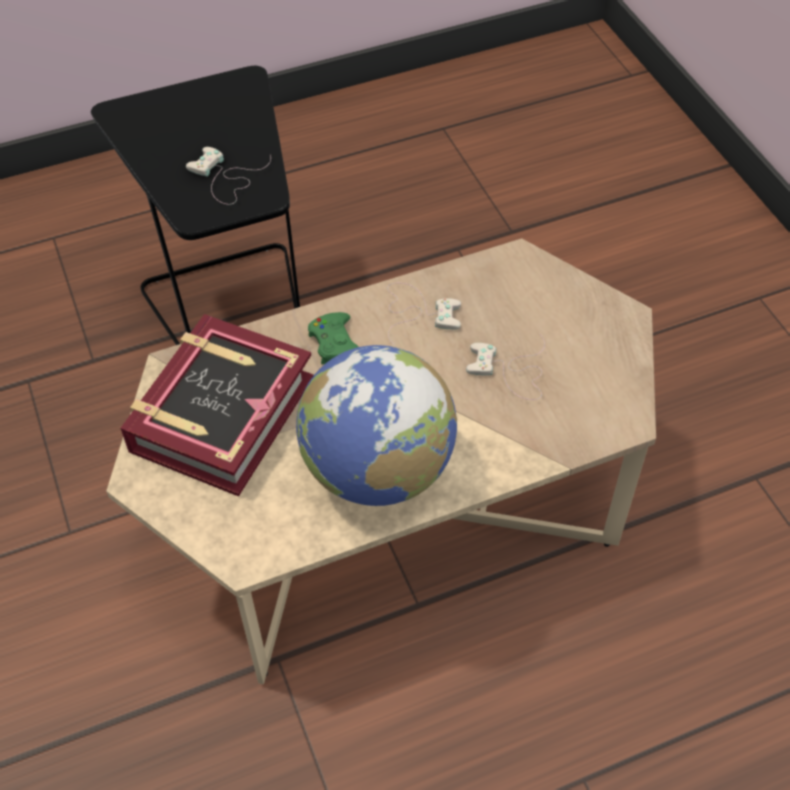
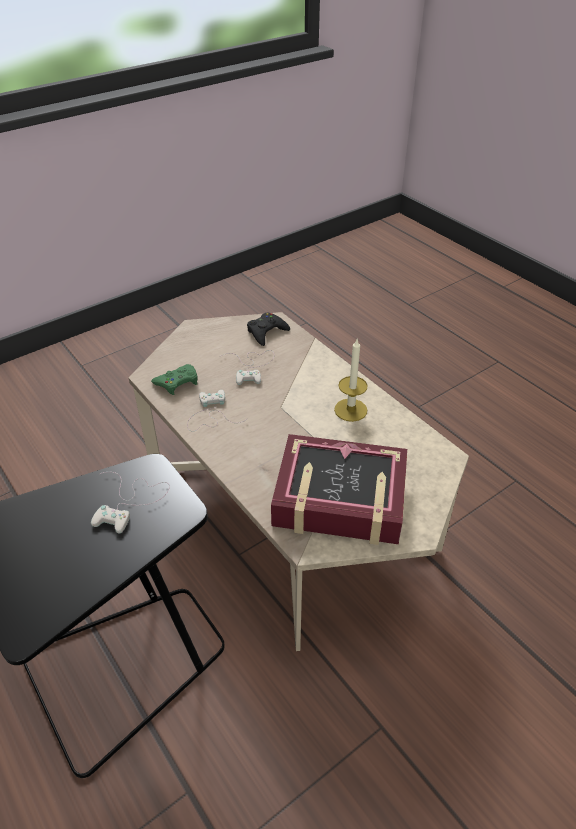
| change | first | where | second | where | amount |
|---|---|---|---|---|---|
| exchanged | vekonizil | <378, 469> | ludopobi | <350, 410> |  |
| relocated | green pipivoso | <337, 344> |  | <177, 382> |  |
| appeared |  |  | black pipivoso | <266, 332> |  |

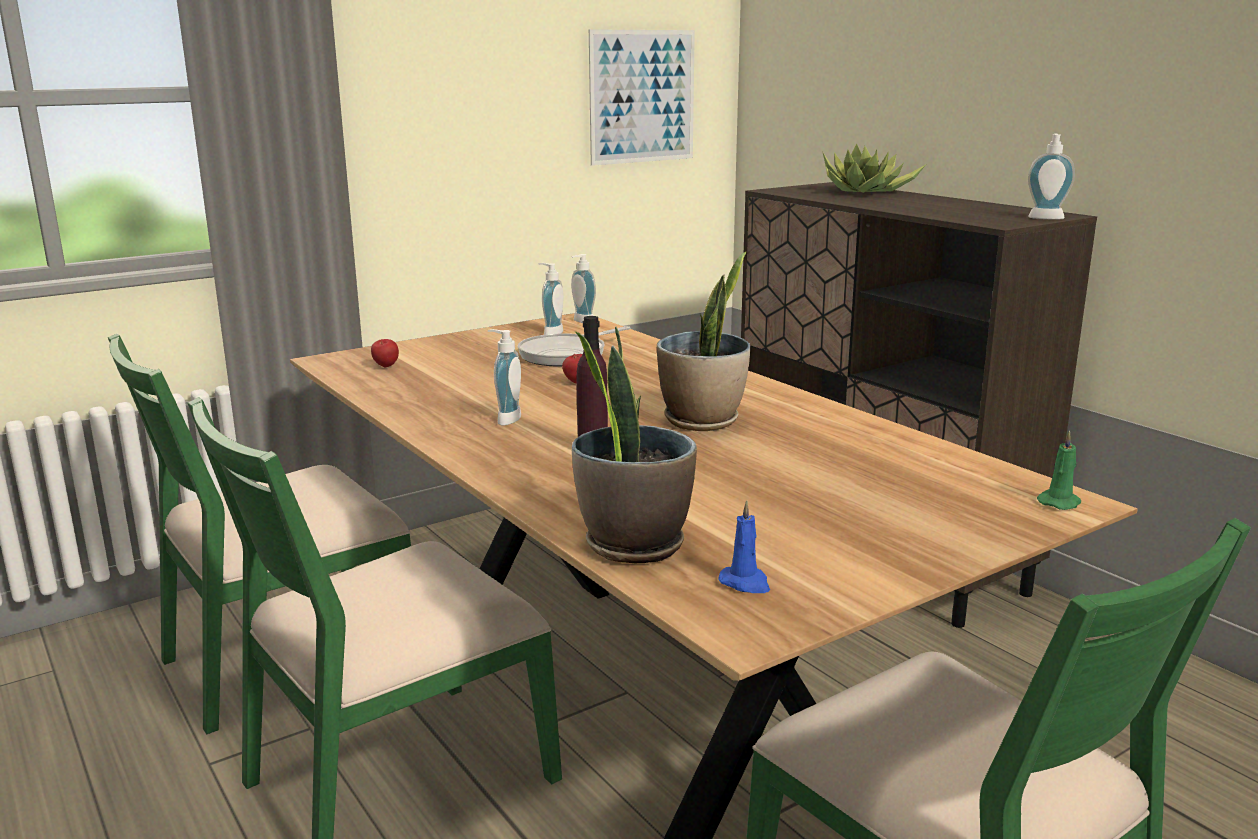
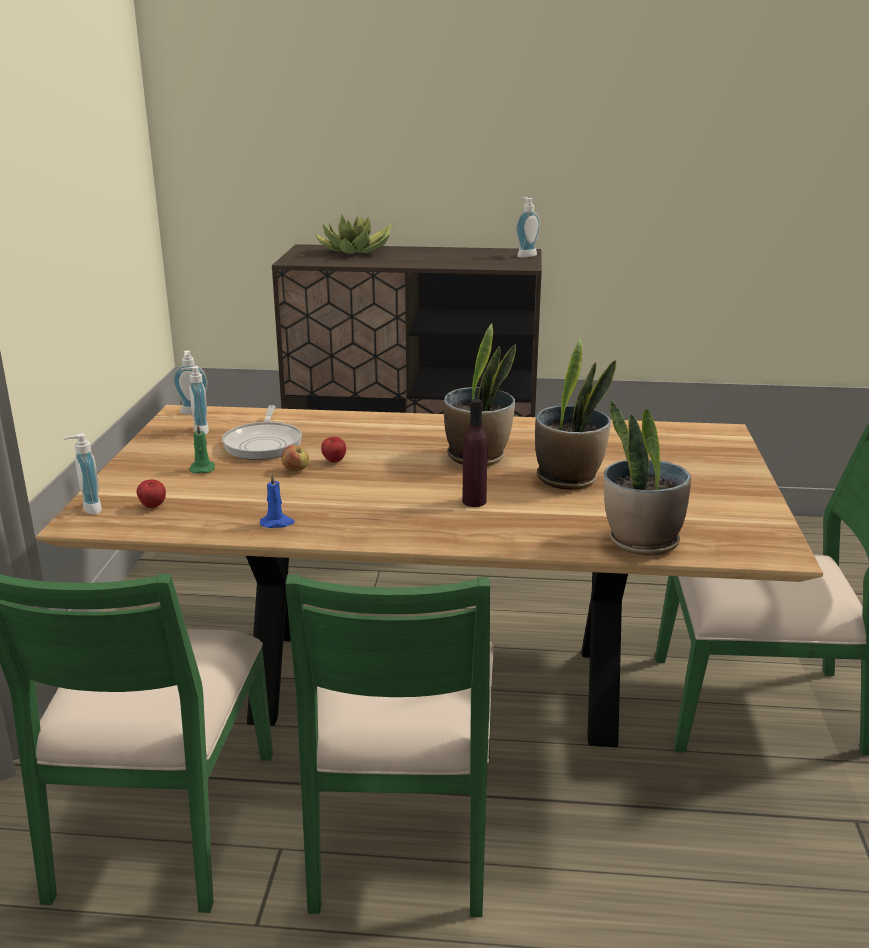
| change | first | where | second | where | amount |
|---|---|---|---|---|---|
| relocated | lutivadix | <505, 419> |  | <88, 509> |  |
| missing | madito | <642, 97> |  |  |  |
| relocated | blue ludopobi | <745, 583> |  | <277, 523> |  |
| relocated | green ludopobi | <1060, 502> |  | <202, 468> |  |
| appeared |  |  | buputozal | <296, 470> |  |
| appeared |  |  | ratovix | <568, 479> |  |

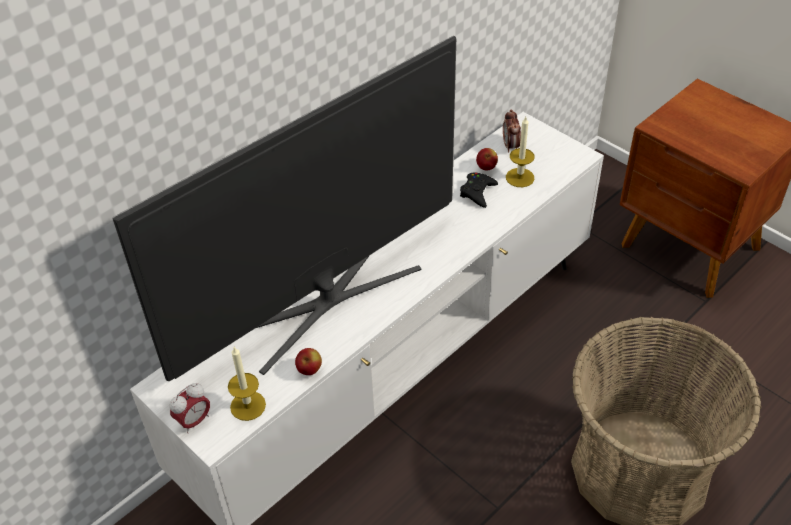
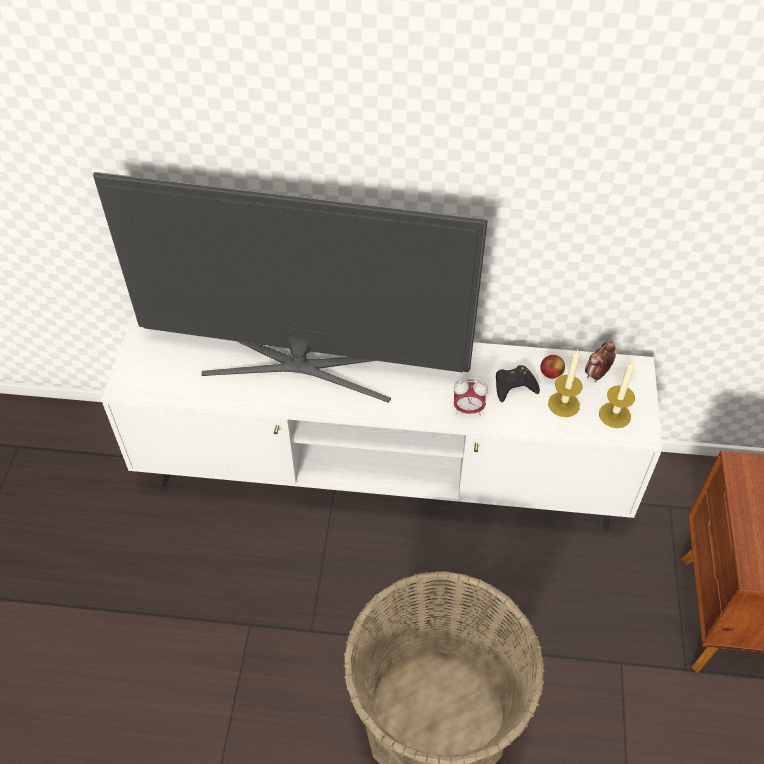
| change | first | where | second | where | amount |
|---|---|---|---|---|---|
| relocated | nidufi | <194, 421> |  | <468, 410> |  |
| relocated | ludopobi | <248, 405> |  | <614, 415> |  |
| missing | buputozal | <309, 370> |  |  |  |

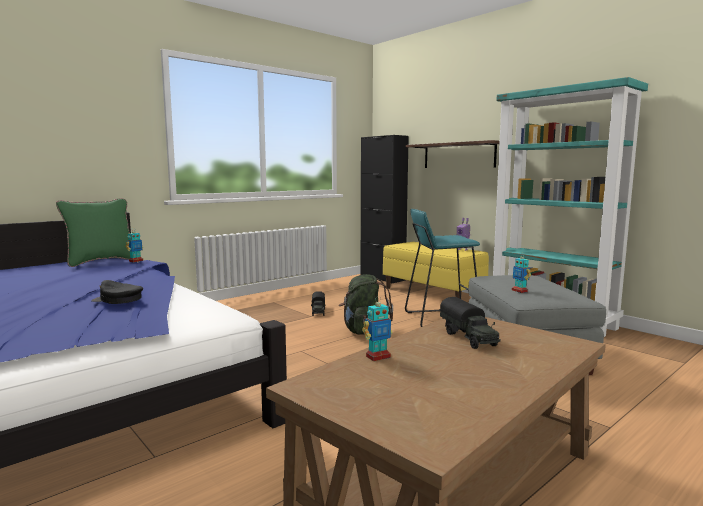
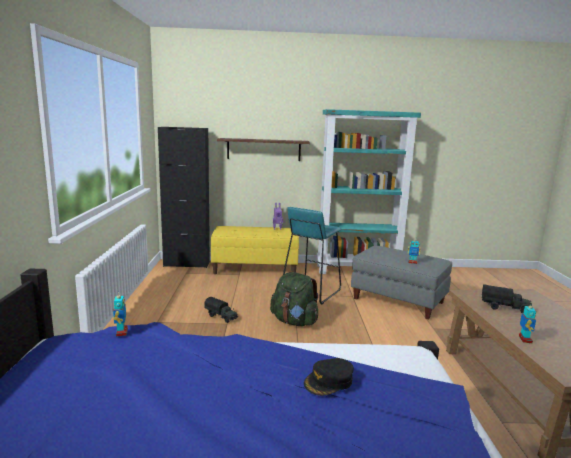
| change | first | where | second | where | amount |
|---|---|---|---|---|---|
| missing | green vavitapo | <101, 261> |  |  |  |

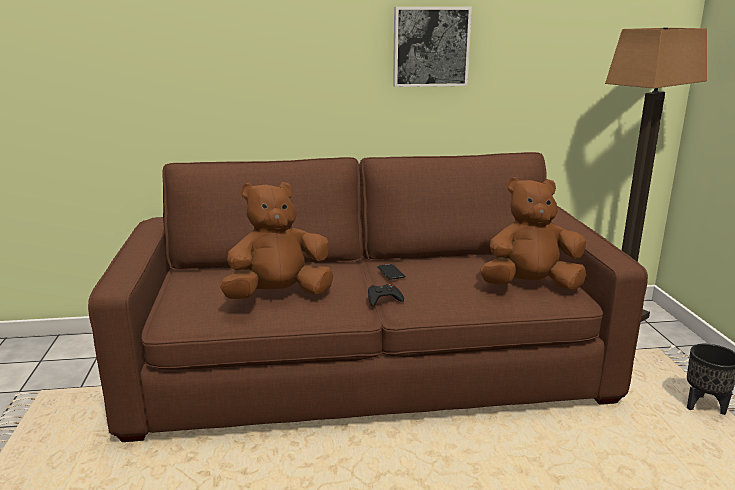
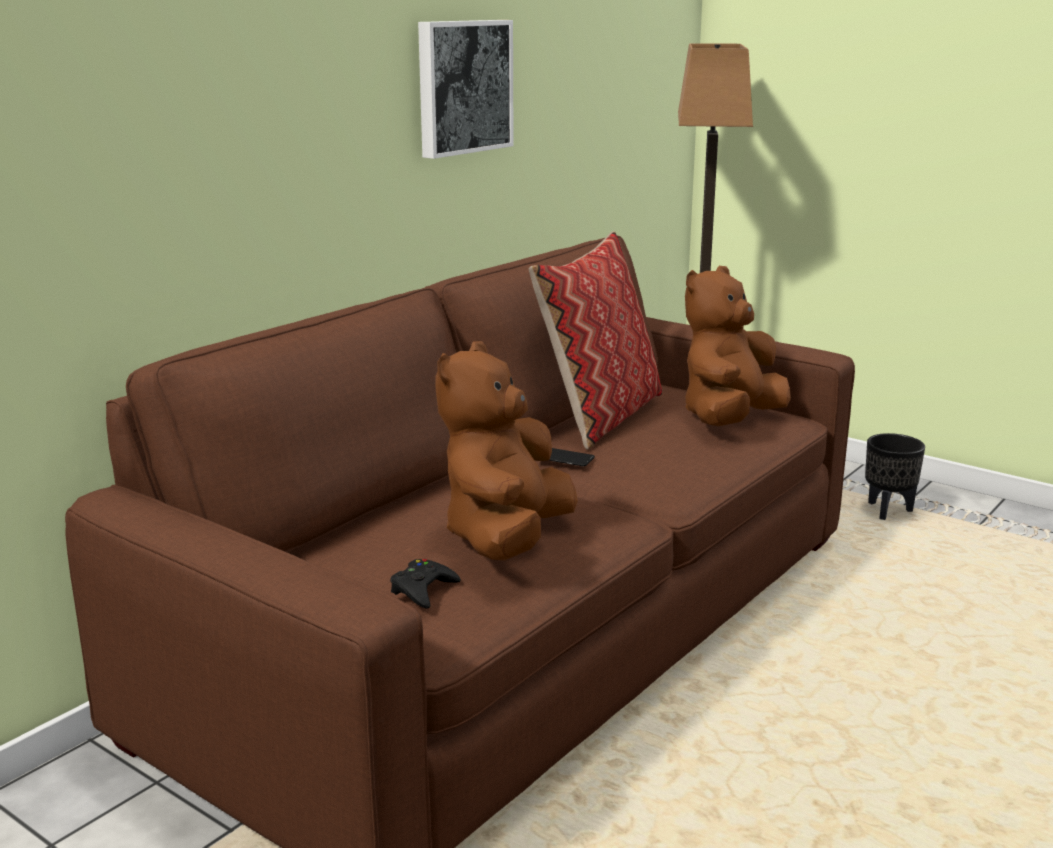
| change | first | where | second | where | amount |
|---|---|---|---|---|---|
| relocated | black pipivoso | <383, 299> |  | <423, 590> |  |
| appeared |  |  | vavitapo | <600, 416> |  |

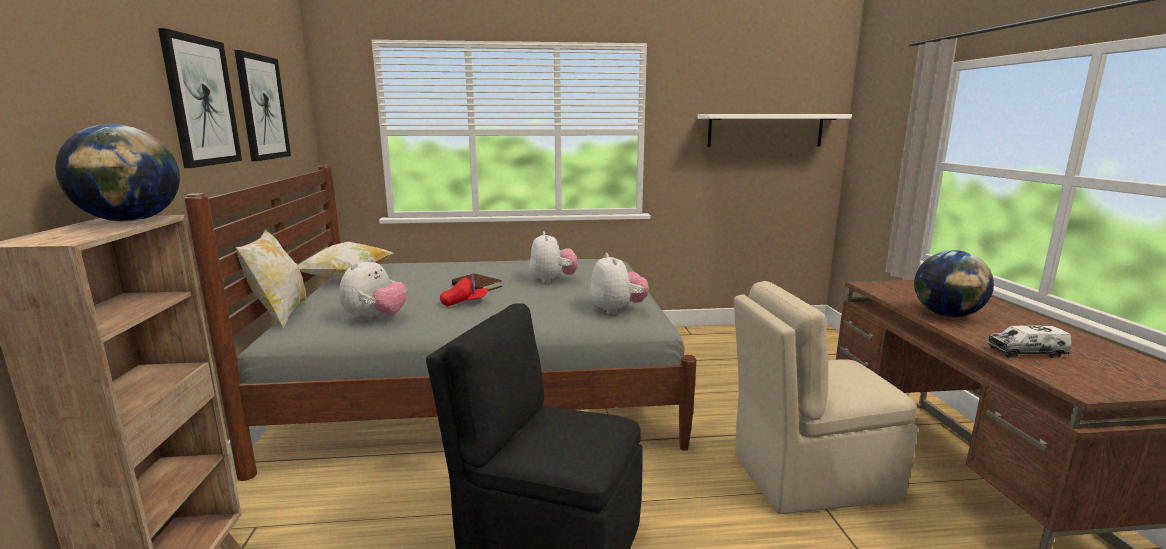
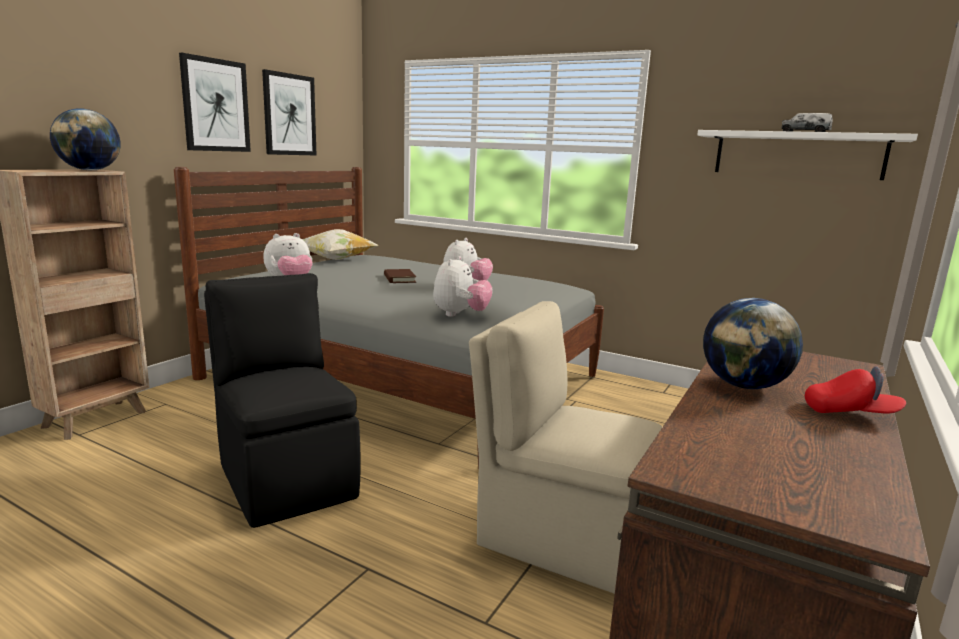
| change | first | where | second | where | amount |
|---|---|---|---|---|---|
| missing | vavitapo | <280, 315> |  |  |  |
| relocated | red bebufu | <464, 303> |  | <850, 413> |  |
| relocated | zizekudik | <1026, 352> |  | <805, 132> |  |

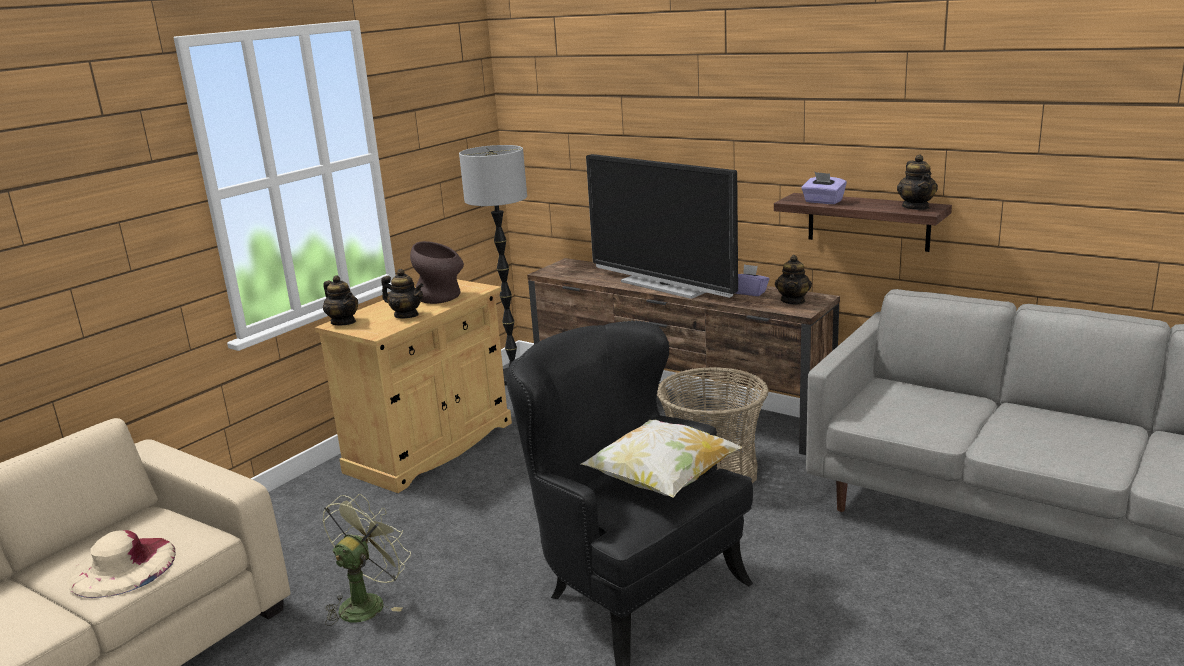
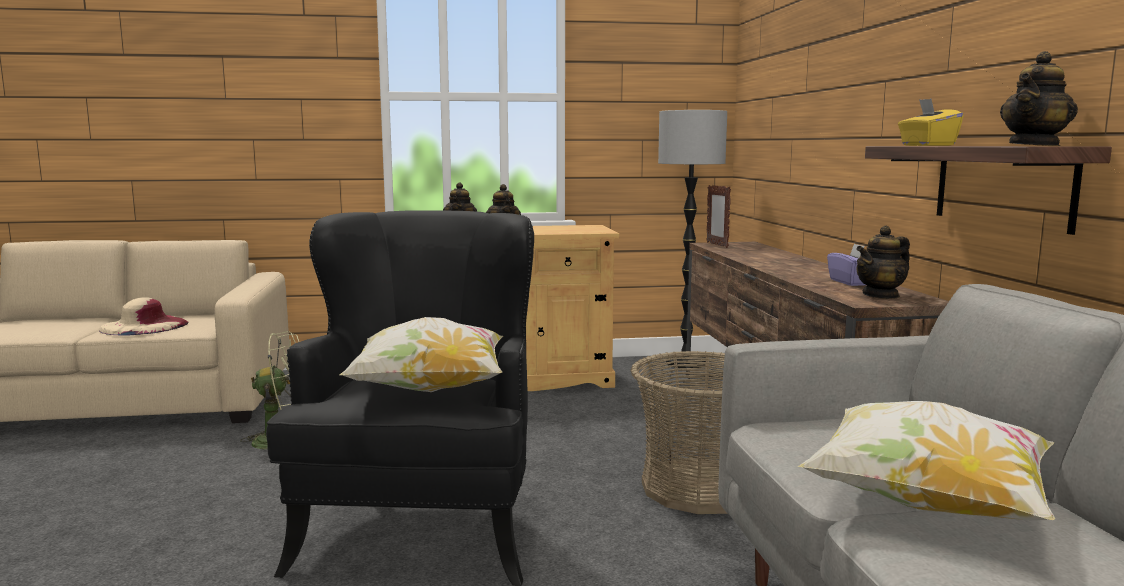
| change | first | where | second | where | amount |
|---|---|---|---|---|---|
| missing | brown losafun | <441, 298> |  |  |  |
| missing | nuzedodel | <664, 286> |  |  |  |
| colour | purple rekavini | <823, 201> | yellow rekavini | <927, 145> |  |
| appeared |  |  | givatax | <717, 245> |  |
| appeared |  |  | vavitapo | <927, 504> |  |

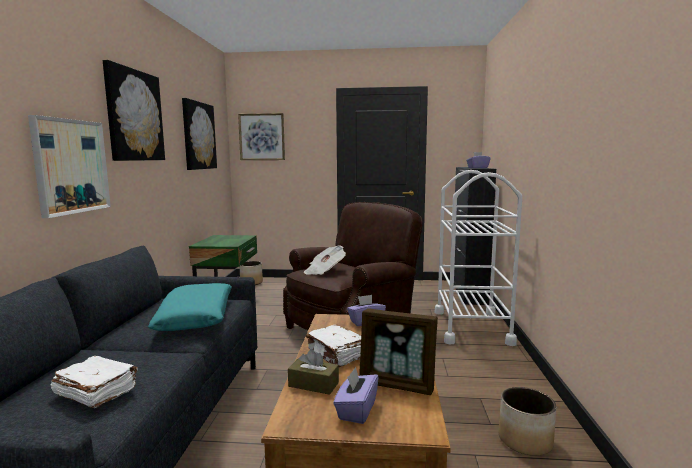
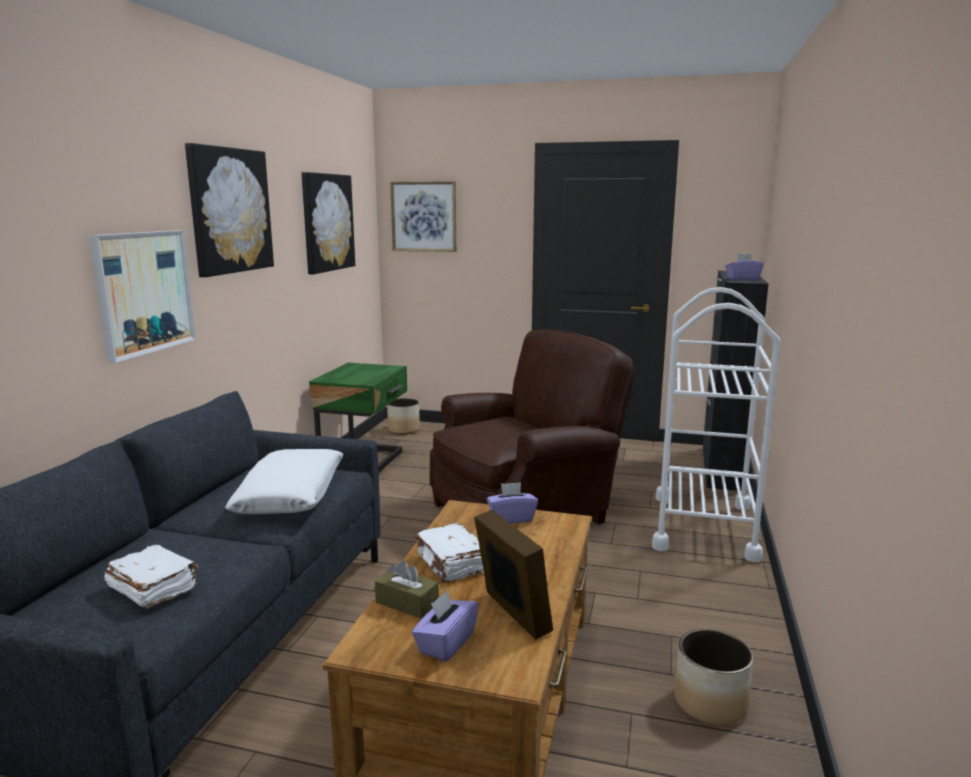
| change | first | where | second | where | amount |
|---|---|---|---|---|---|
| colour | turquoise vavitapo | <196, 317> | white vavitapo | <291, 494> |  |
| missing | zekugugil | <324, 271> |  |  |  |
| spun | givatax | <397, 384> |  | <512, 614> | 150 degrees counterclockwise |

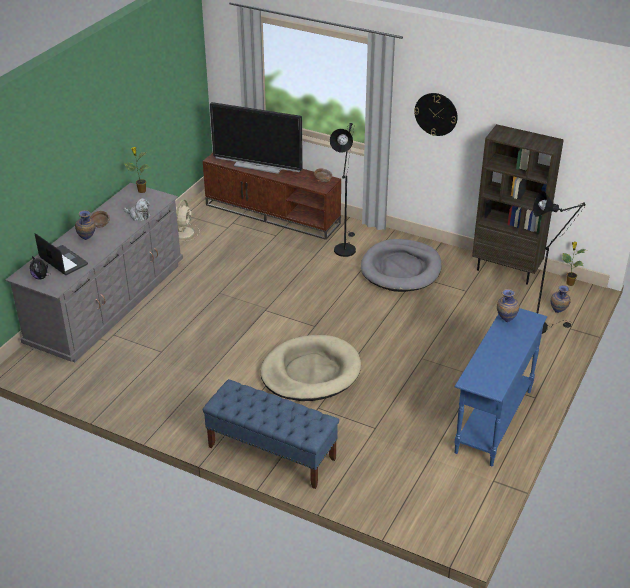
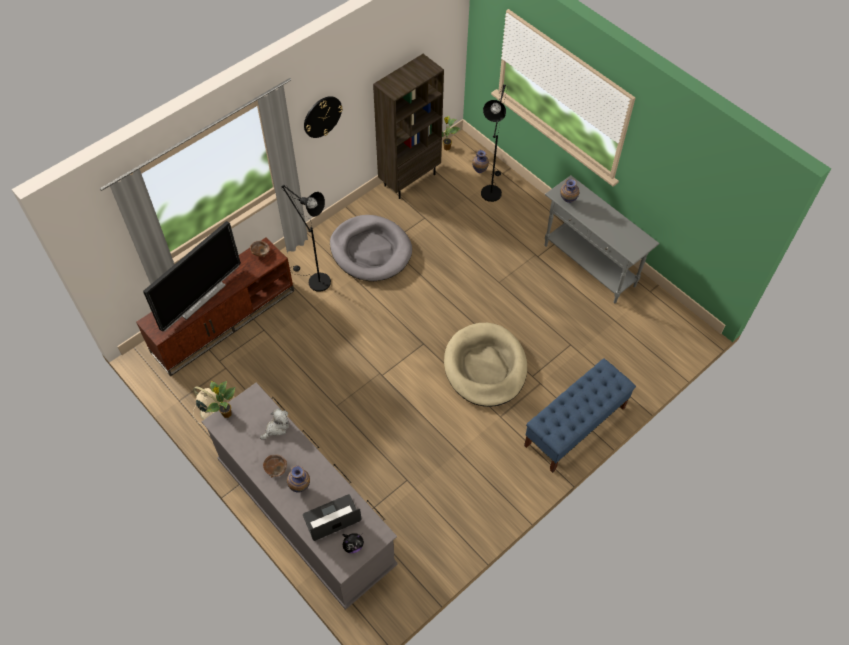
| change | first | where | second | where | amount |
|---|---|---|---|---|---|
| colour | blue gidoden | <493, 421> | grey gidoden | <589, 266> |  |

